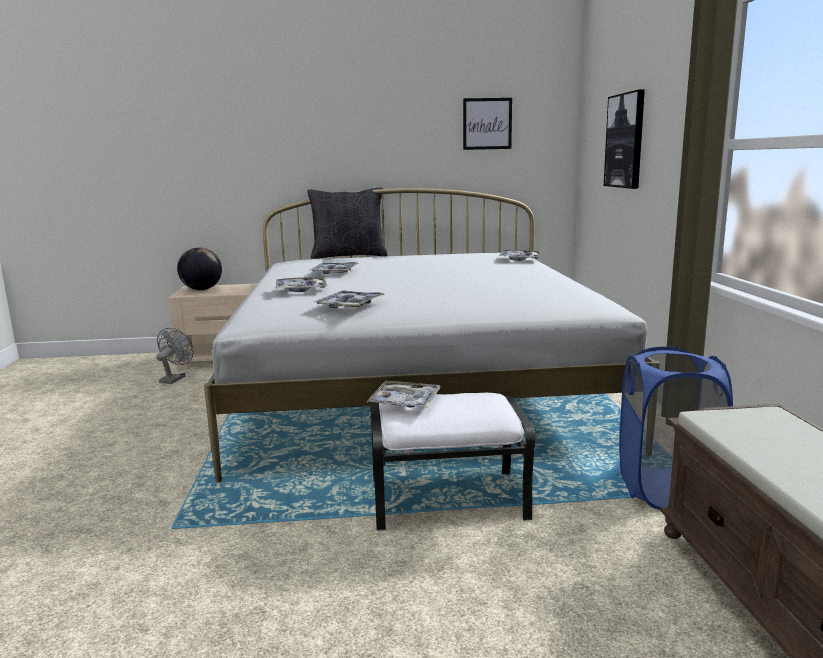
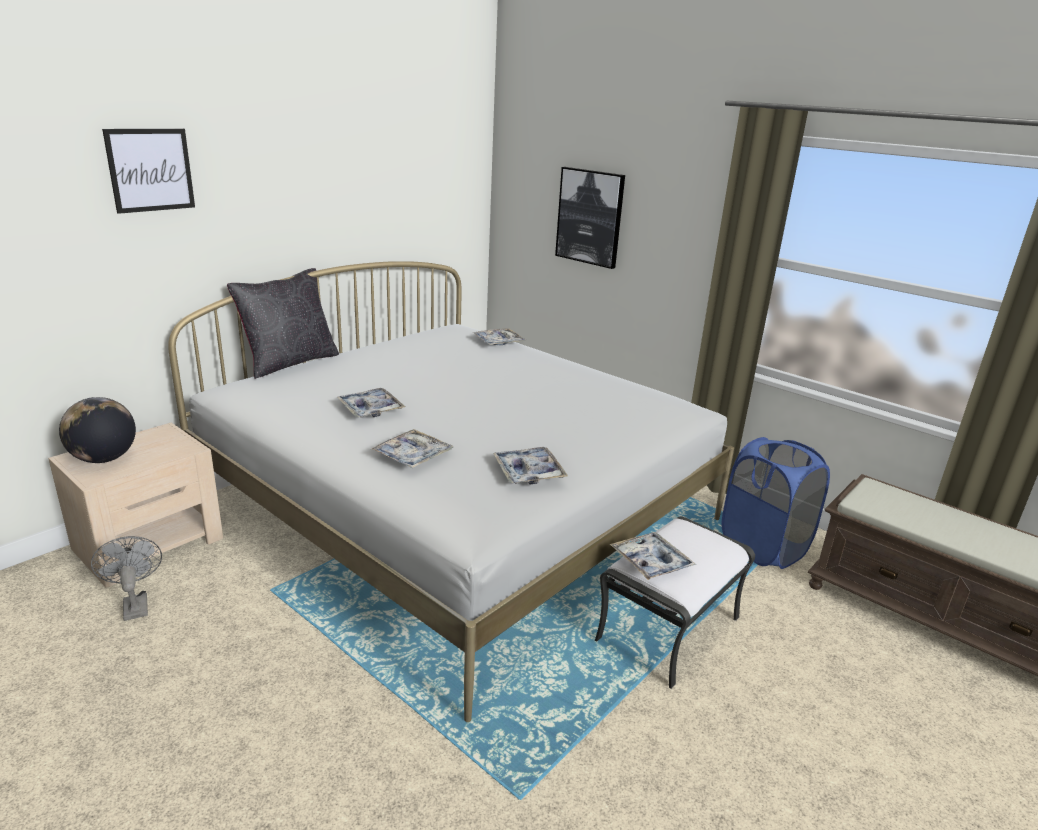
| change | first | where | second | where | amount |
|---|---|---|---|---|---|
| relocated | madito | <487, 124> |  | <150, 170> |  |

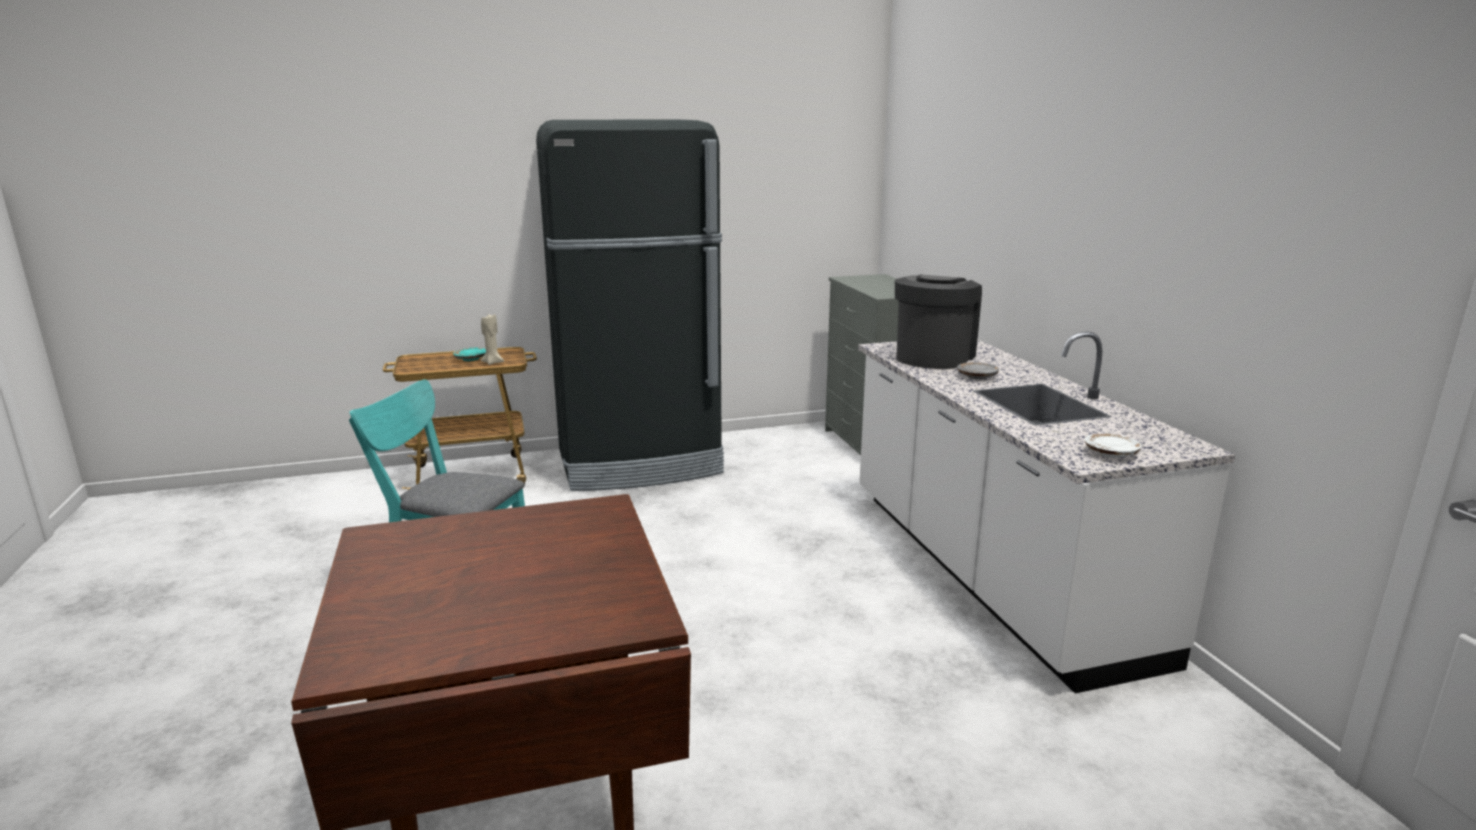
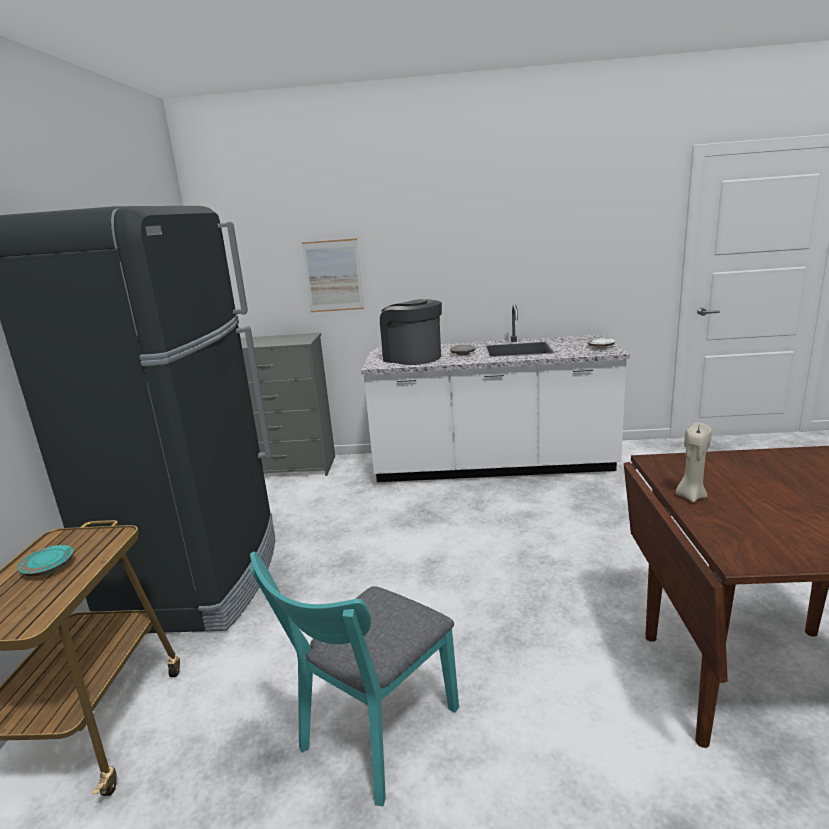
| change | first | where | second | where | amount |
|---|---|---|---|---|---|
| relocated | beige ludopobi | <493, 362> |  | <690, 496> |  |
| appeared |  |  | madito | <333, 276> |  |

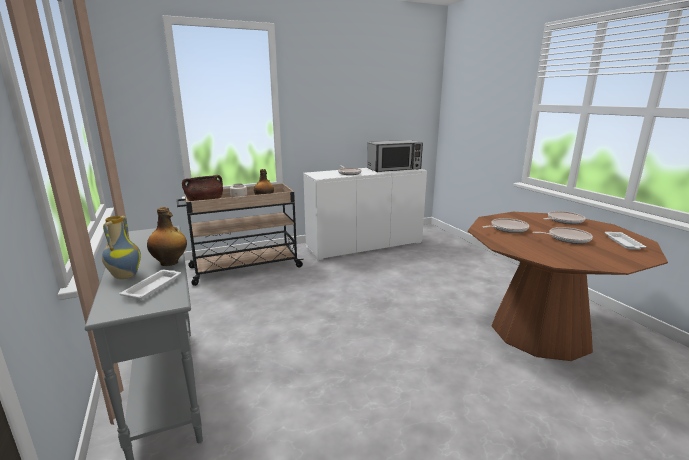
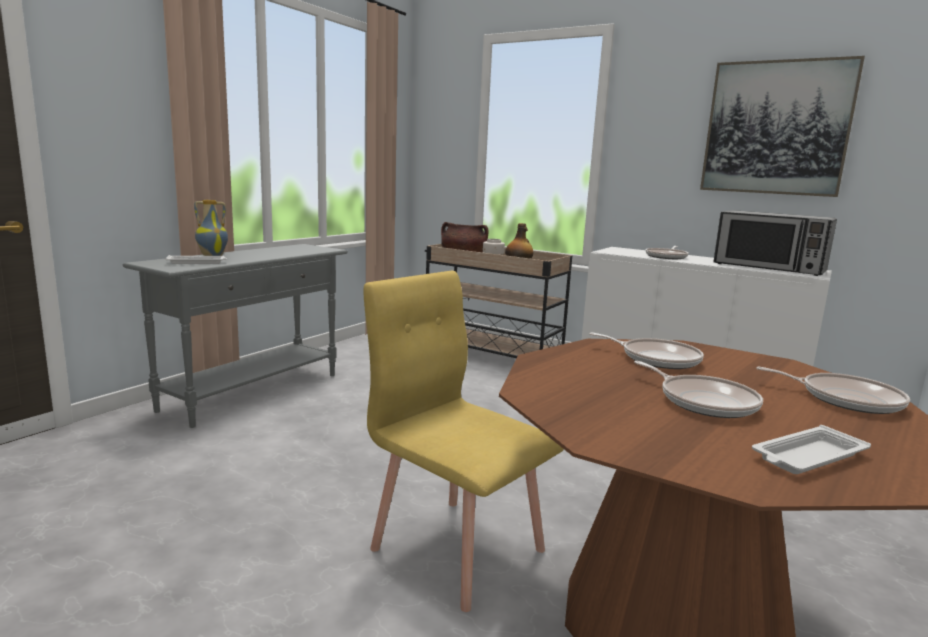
| change | first | where | second | where | amount |
|---|---|---|---|---|---|
| missing | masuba | <170, 262> |  |  |  |
| appeared |  |  | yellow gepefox | <457, 548> |  |
| appeared |  |  | madito | <776, 128> |  |

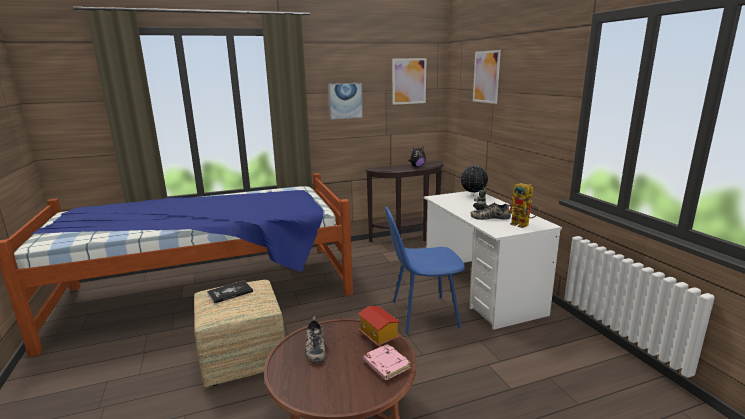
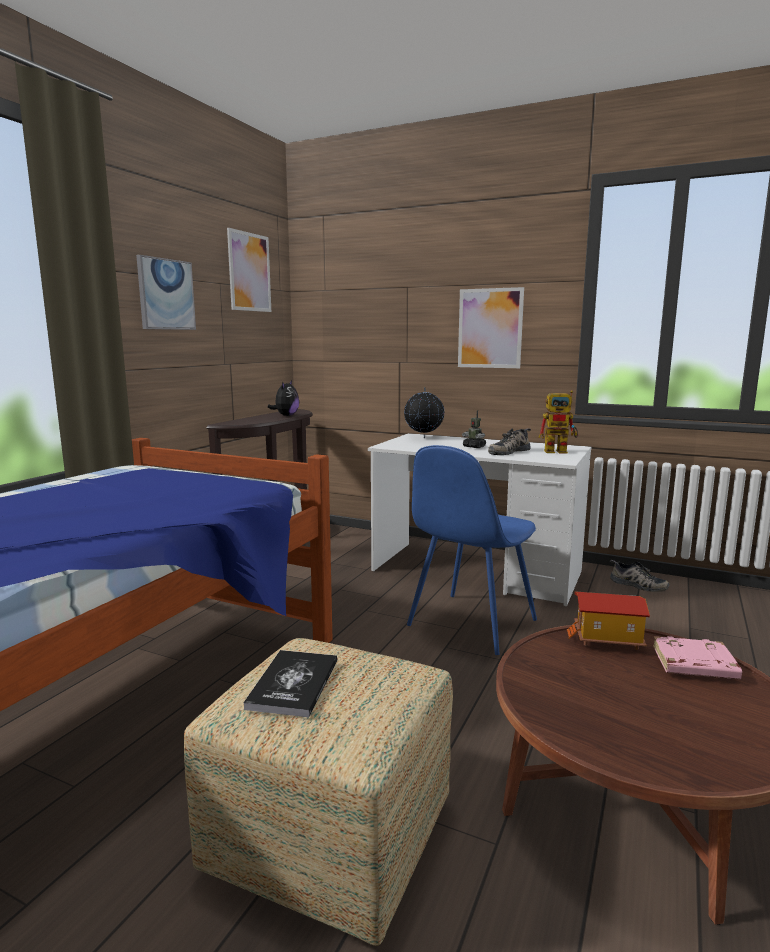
| change | first | where | second | where | amount |
|---|---|---|---|---|---|
| relocated | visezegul | <314, 348> |  | <637, 585> |  |
| relocated | madito | <486, 77> |  | <490, 328> |  |

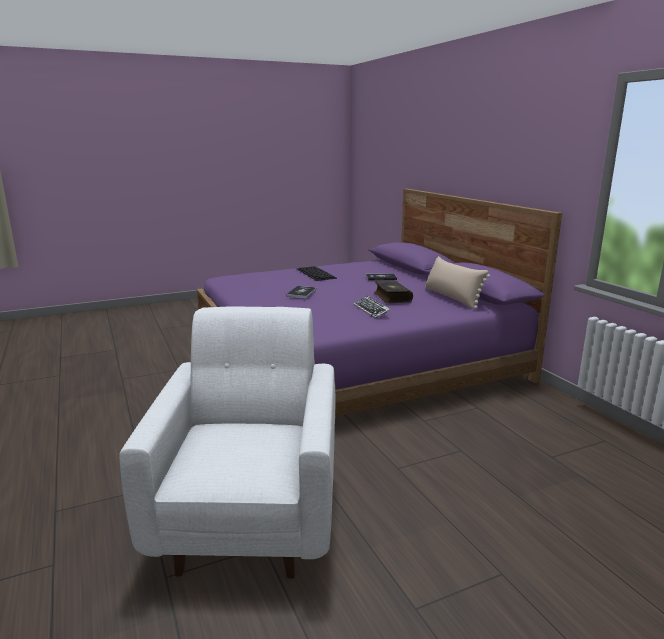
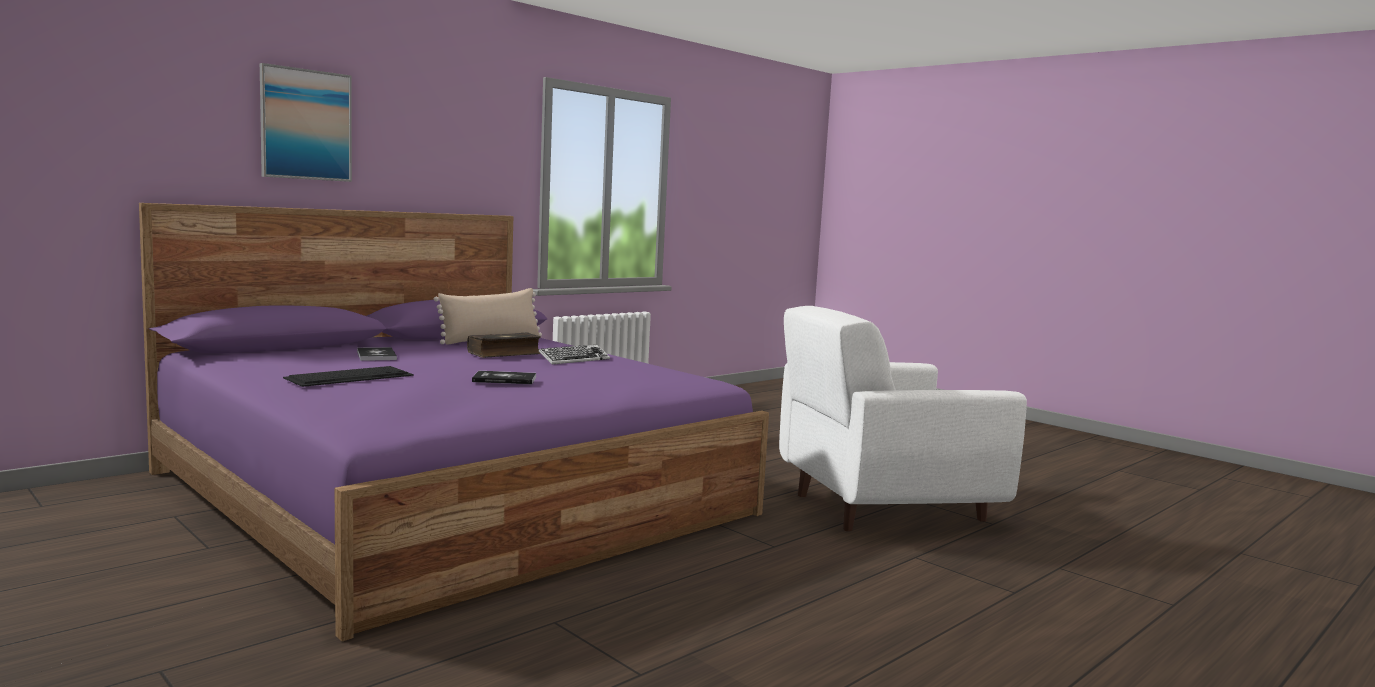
| change | first | where | second | where | amount |
|---|---|---|---|---|---|
| appeared |  |  | madito | <306, 125> |  |

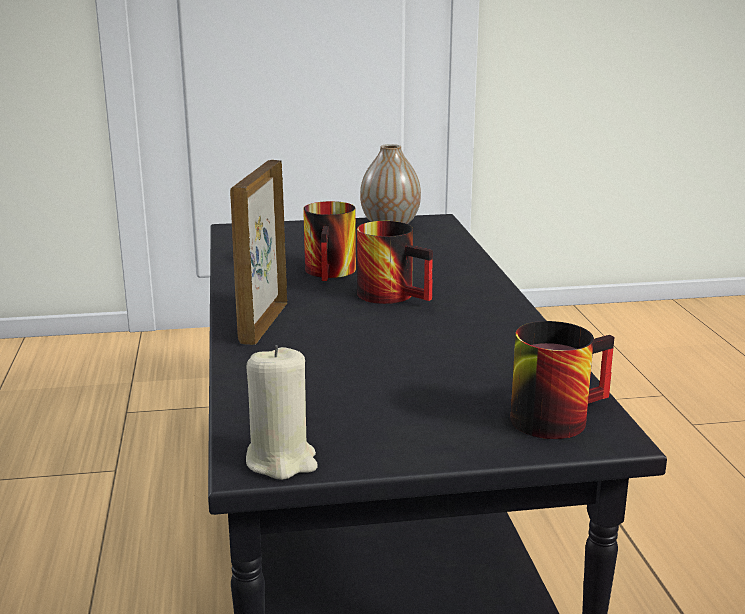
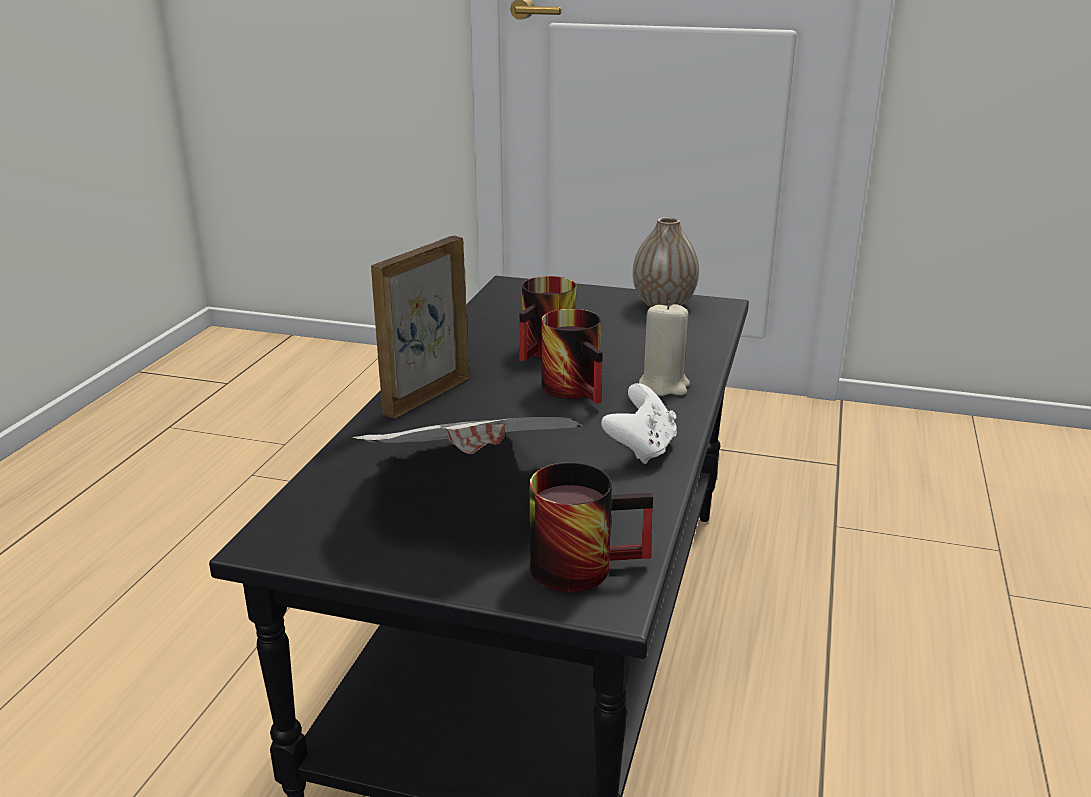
| change | first | where | second | where | amount |
|---|---|---|---|---|---|
| relocated | beige ludopobi | <281, 460> |  | <664, 385> |  |
| appeared |  |  | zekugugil | <472, 485> |  |
| appeared |  |  | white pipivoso | <641, 449> |  |

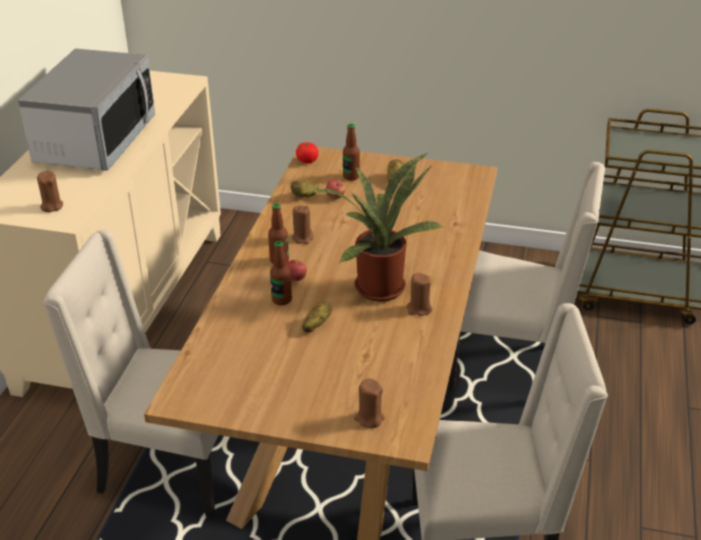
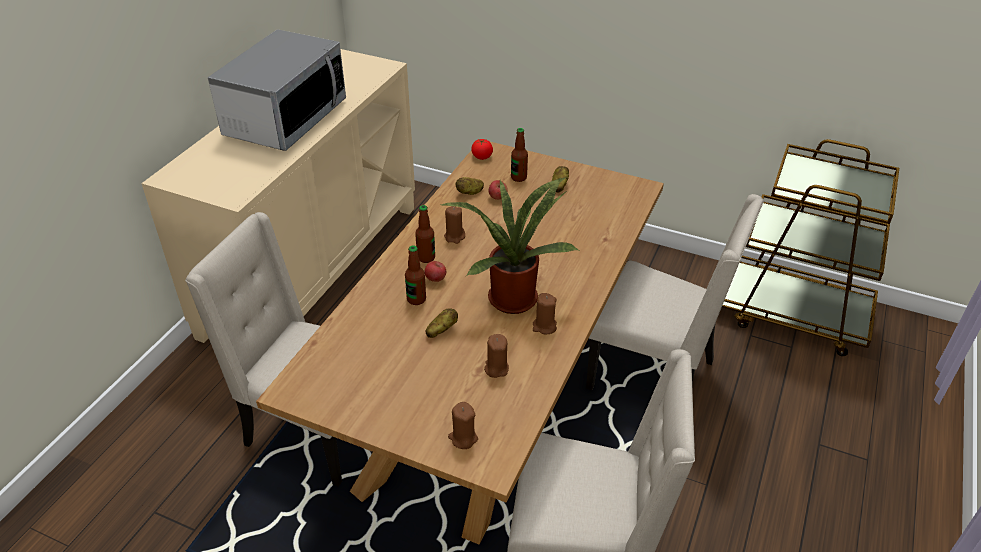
| change | first | where | second | where | amount |
|---|---|---|---|---|---|
| relocated | brown ludopobi | <51, 206> |  | <496, 368> |  |

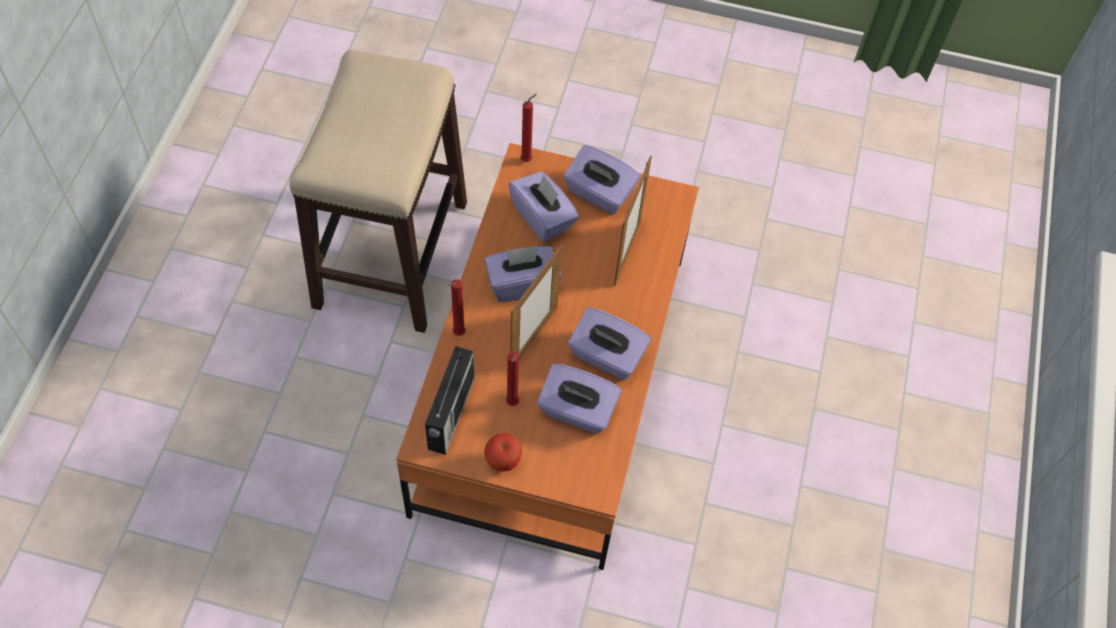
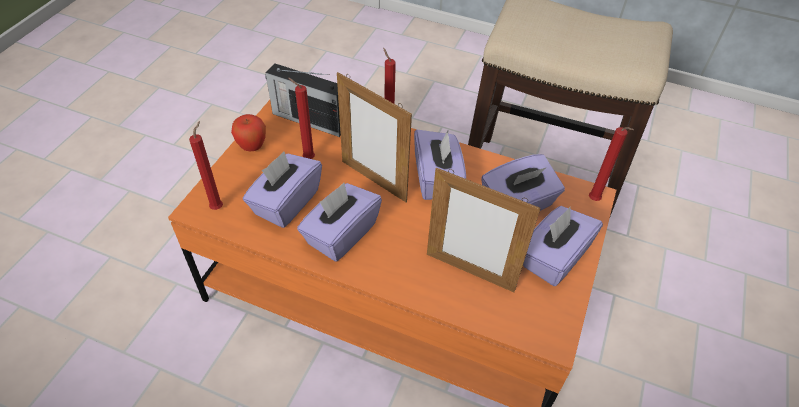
| change | first | where | second | where | amount |
|---|---|---|---|---|---|
| appeared |  |  | red ludopobi | <218, 206> |  |

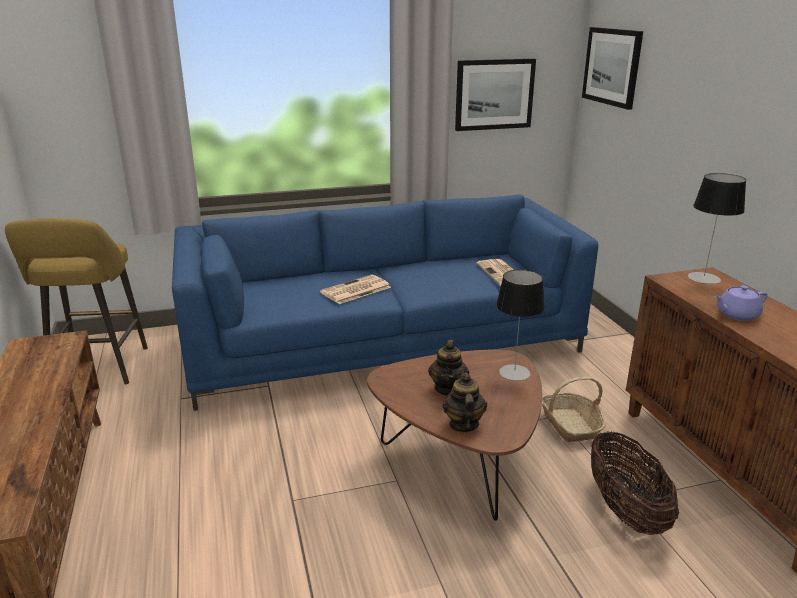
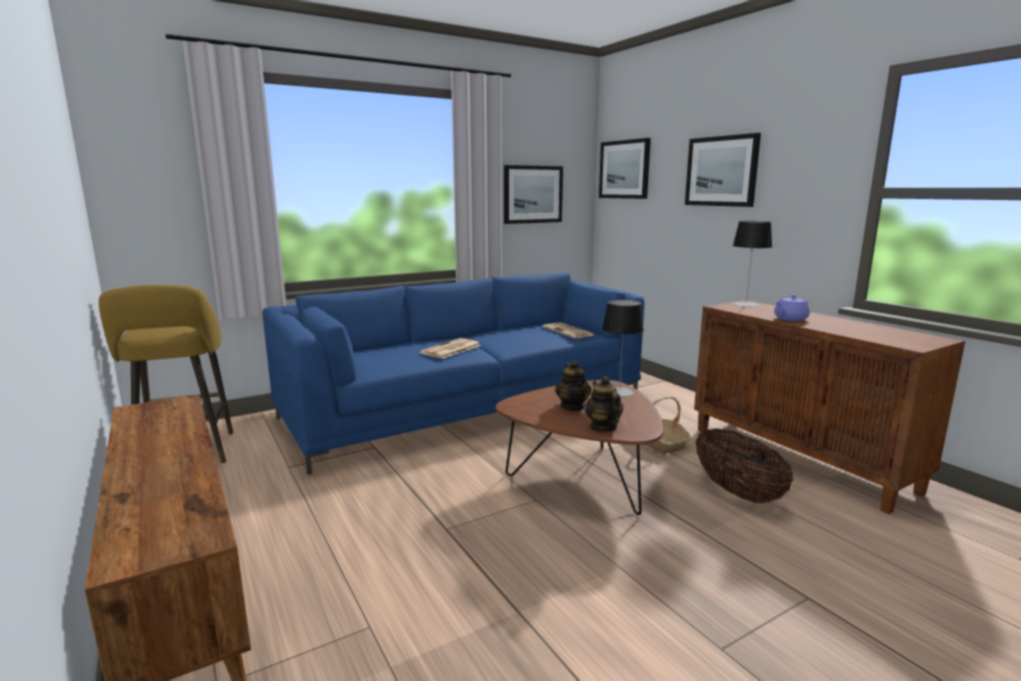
| change | first | where | second | where | amount |
|---|---|---|---|---|---|
| appeared |  |  | madito | <721, 171> |  |

